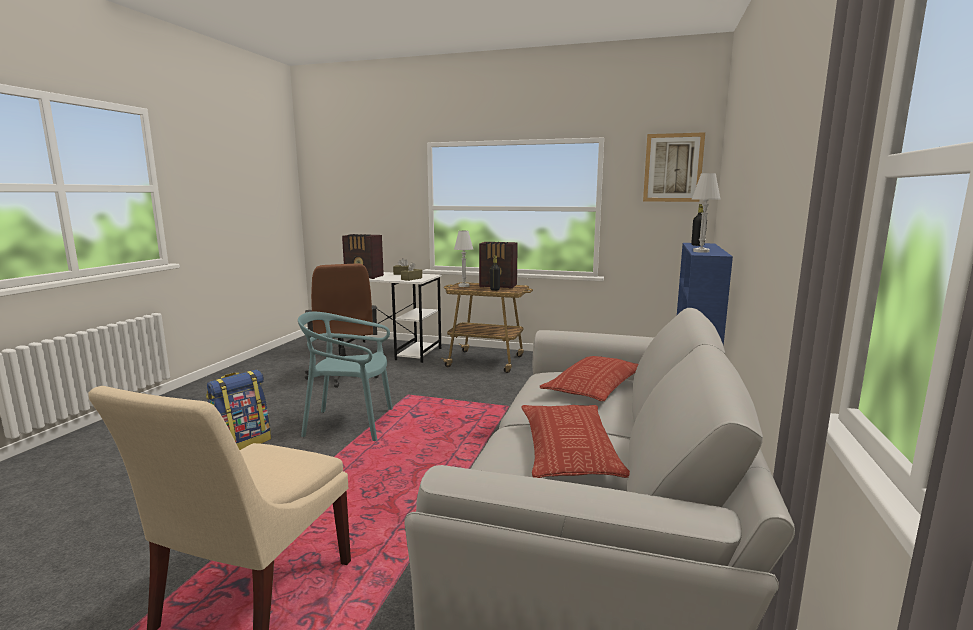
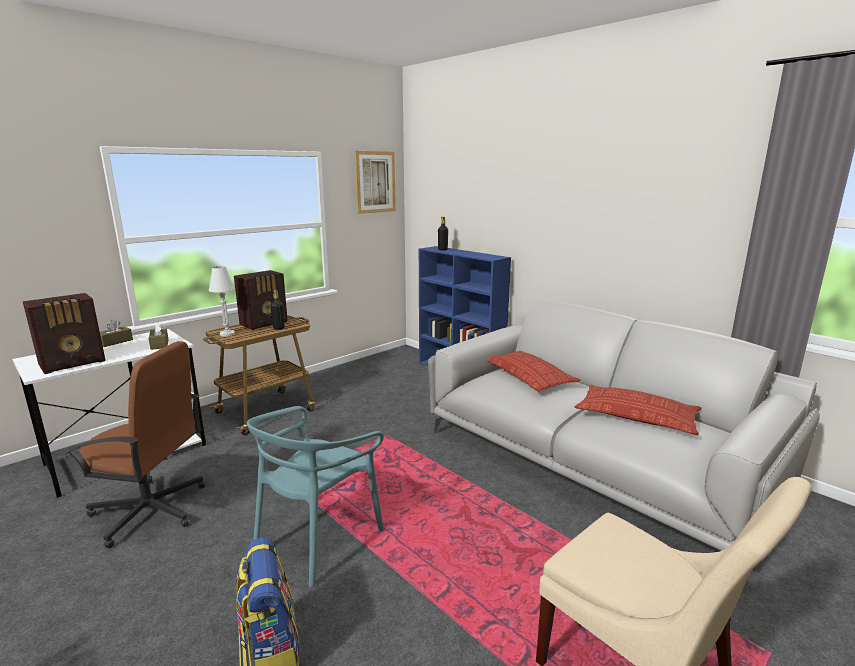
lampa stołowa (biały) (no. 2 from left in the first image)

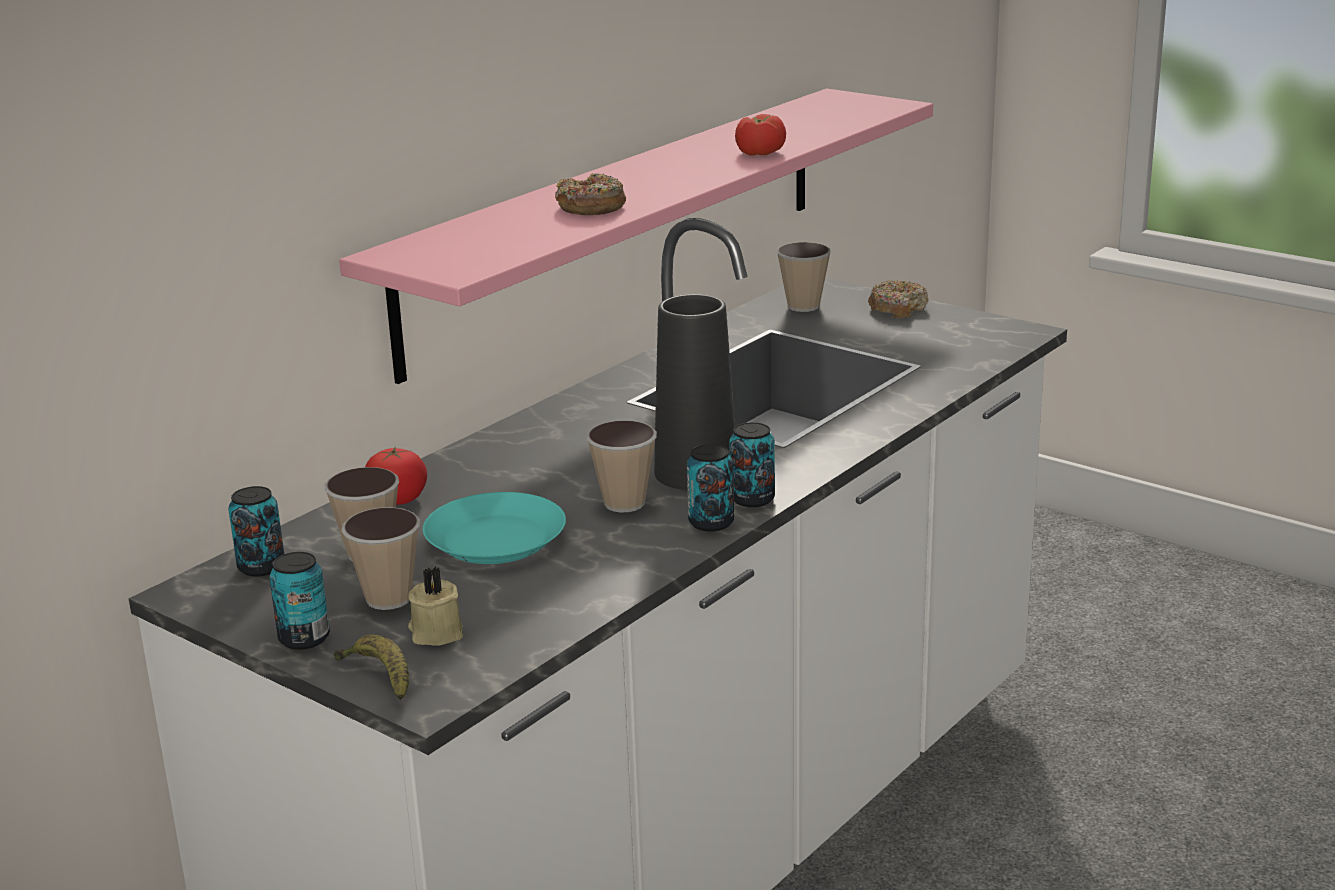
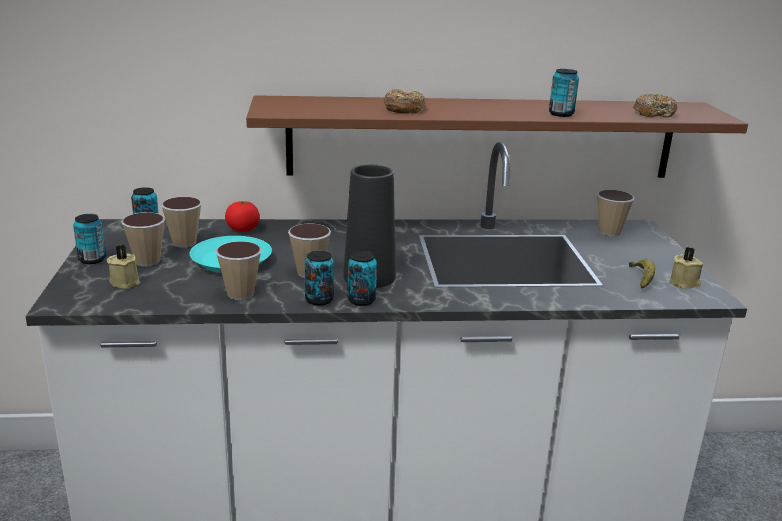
filiżanka (no. 3 from left)
półka (brązowy)
puszka (no. 5 from left)
banan
donut (no. 2 from left)
świeca (beżowy) (no. 2 from left)

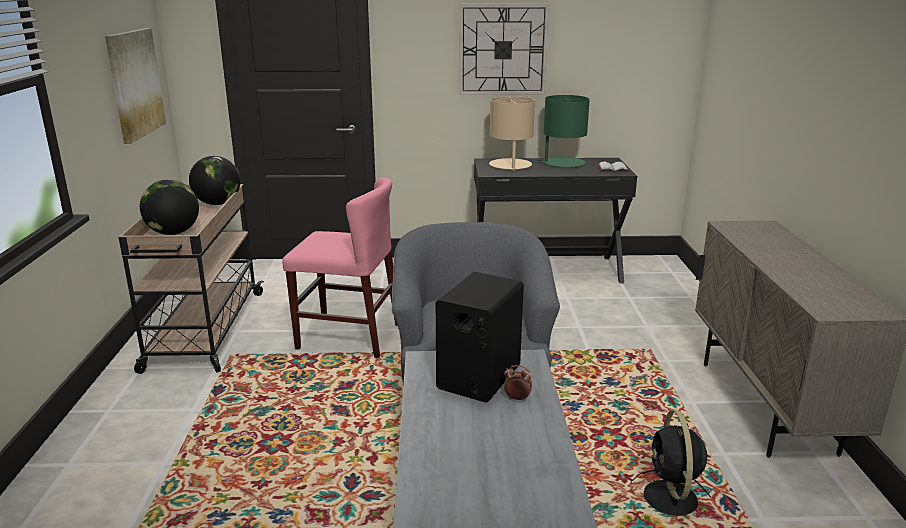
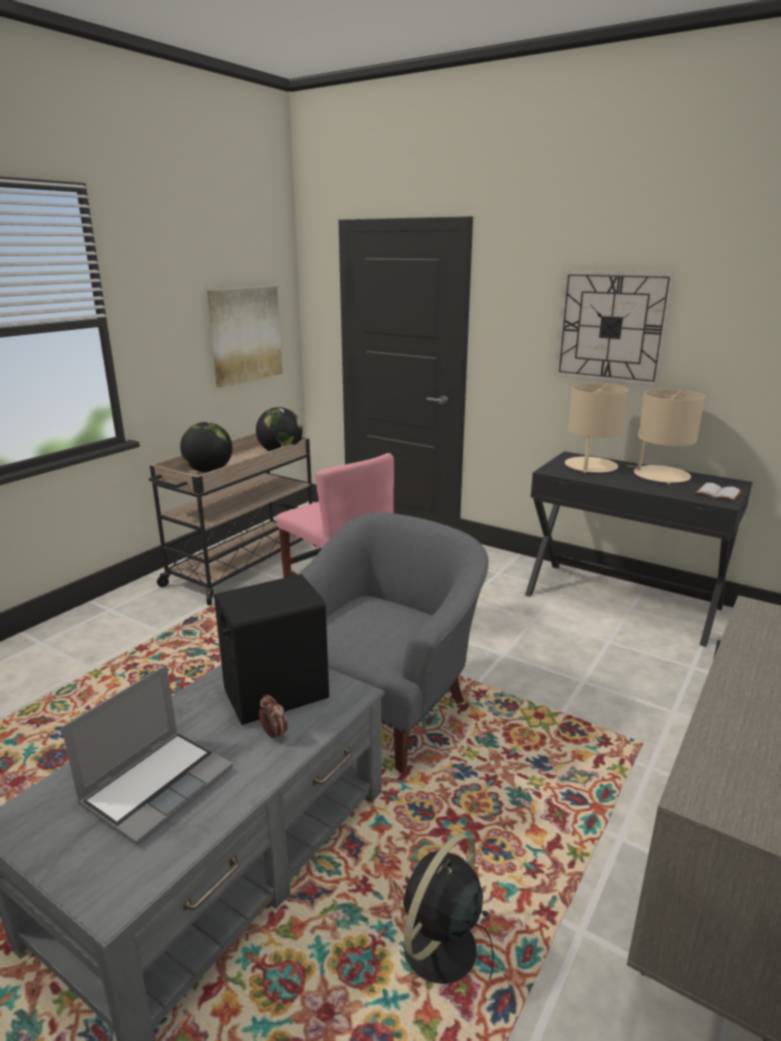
laptop
lampa stołowa (beżowy) (no. 2 from left)

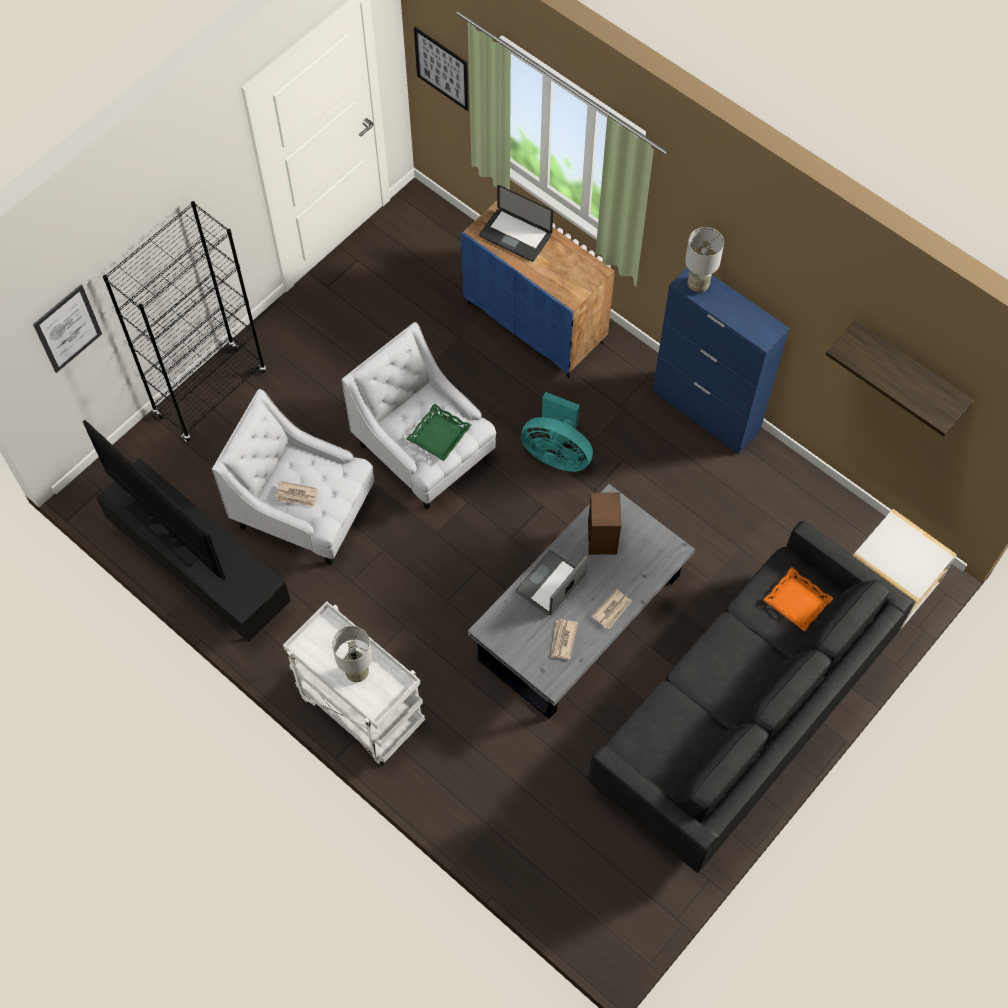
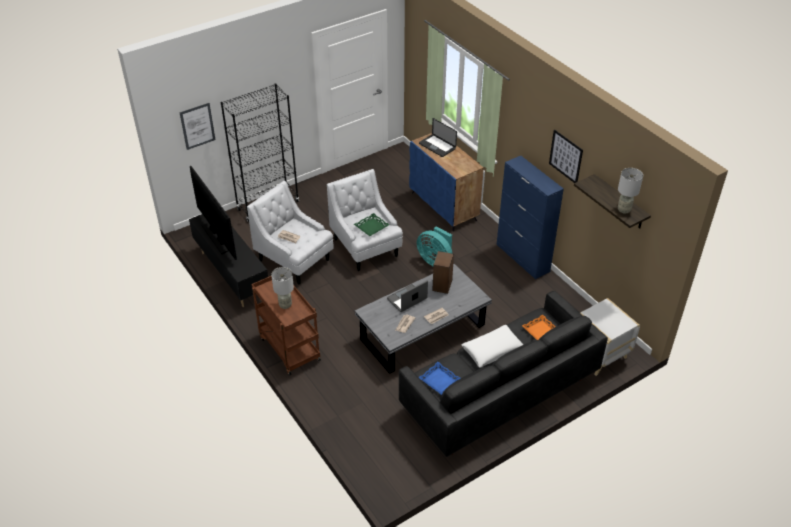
wózek (brązowy)
taca (niebieski)
poduszka (biały)
obraz (no. 2 from left)
lampa stołowa (szary) (no. 2 from left)

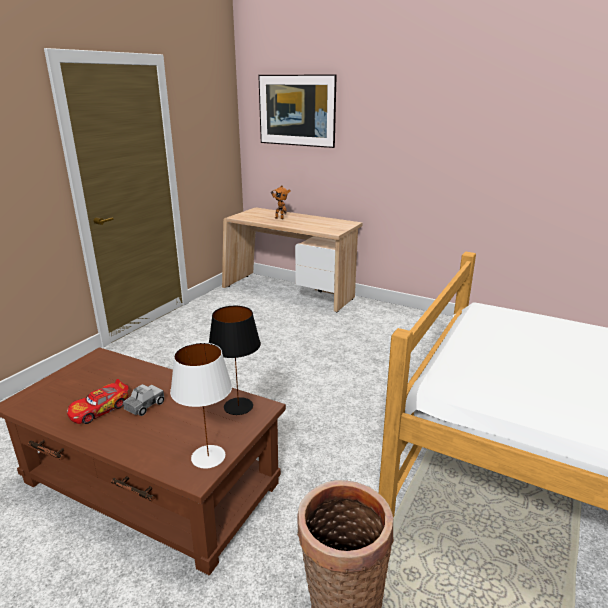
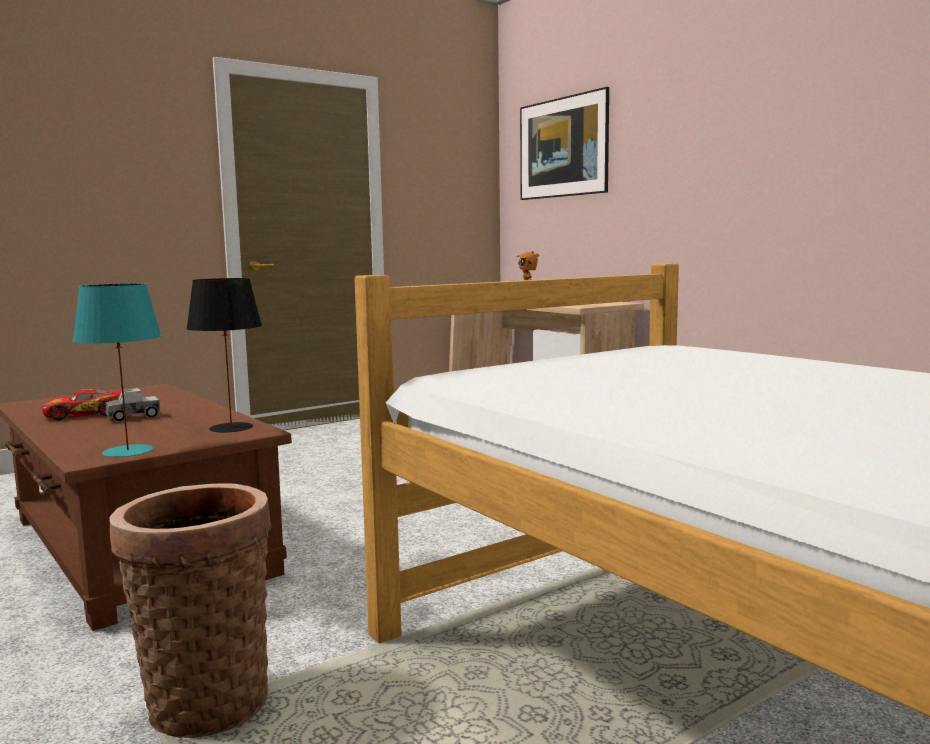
lampa stołowa (turkusowy)

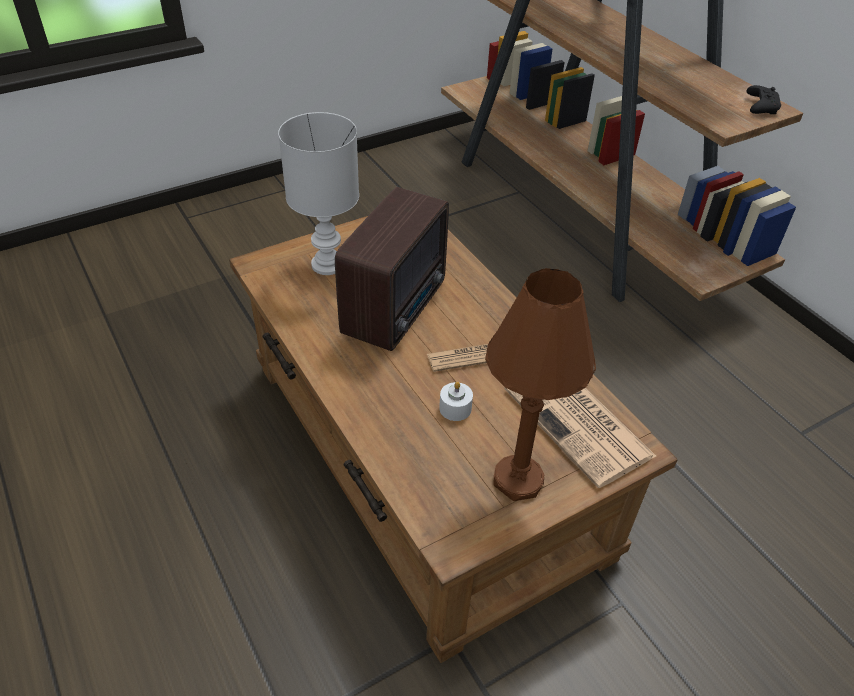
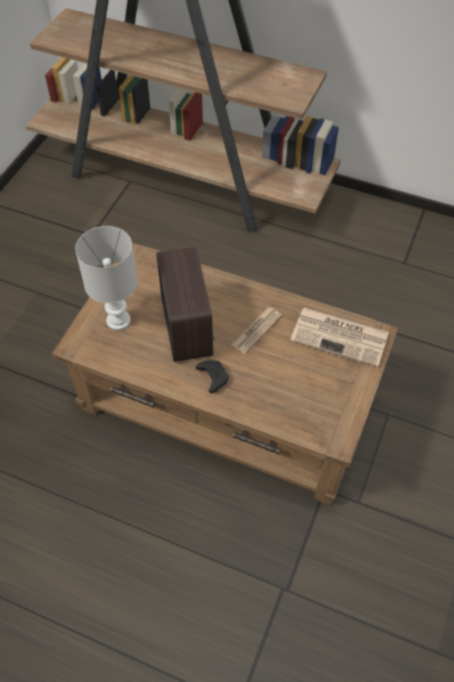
pad do gier (czarny)
świeca (biały)
lampa stołowa (brązowy)

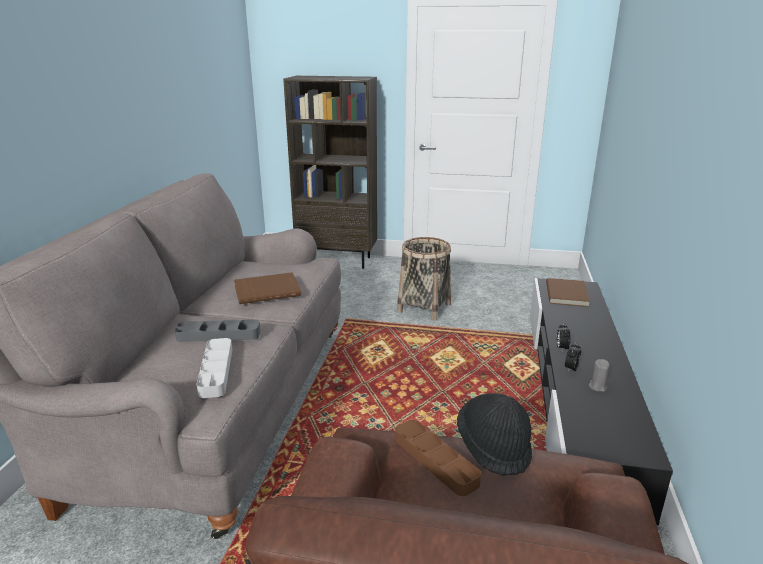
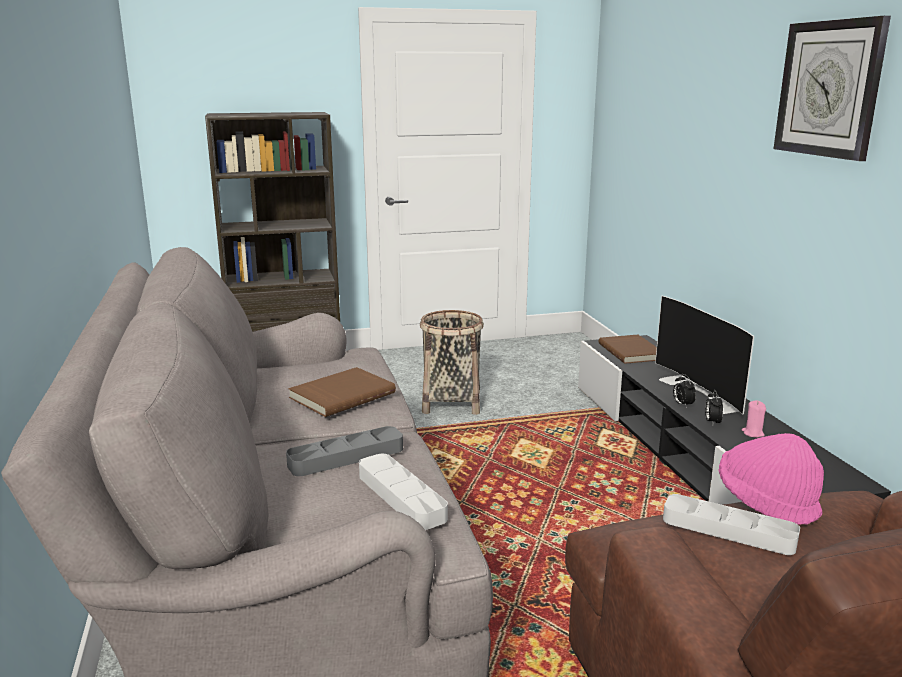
telewizor
taca (szary) (no. 3 from left)
kapelusz (różowy)
świeca (różowy)
zegar ścienny

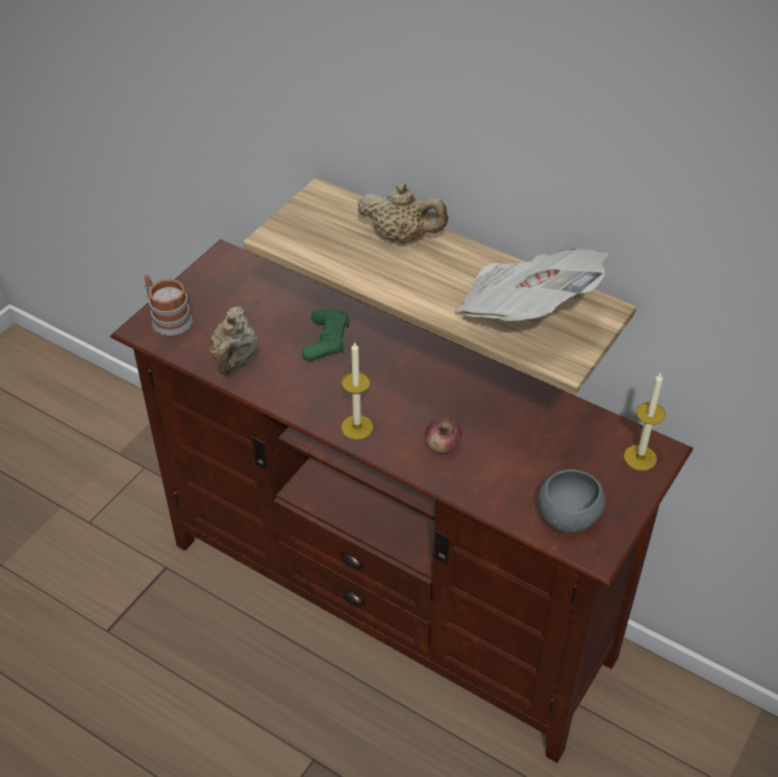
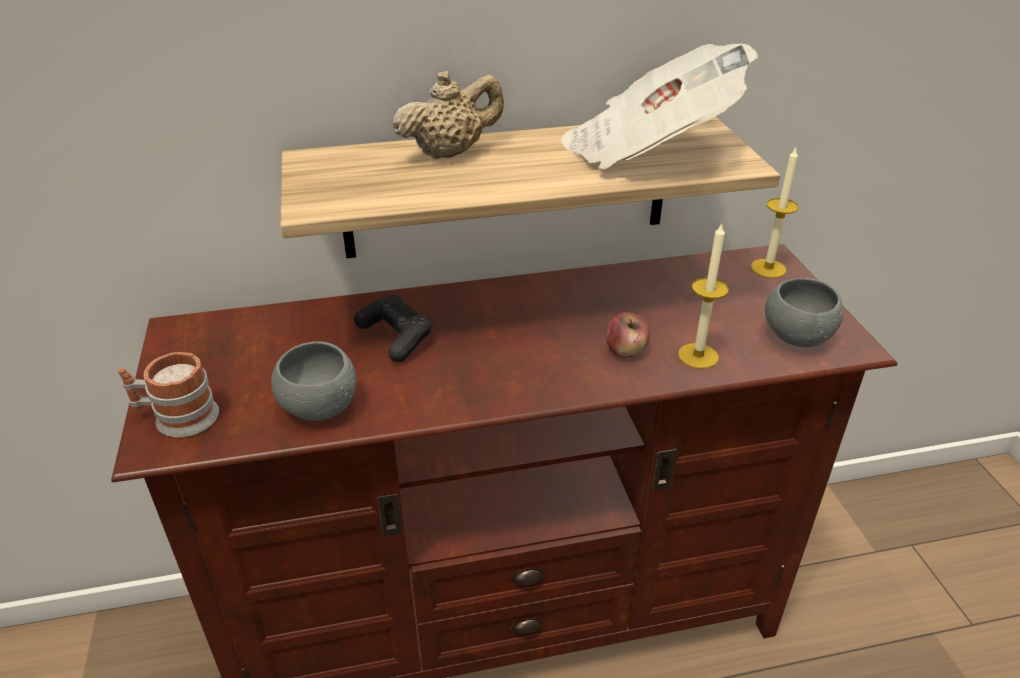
miska (szary) (no. 1 from left)
pad do gier (czarny)
świeca (no. 1 from left)

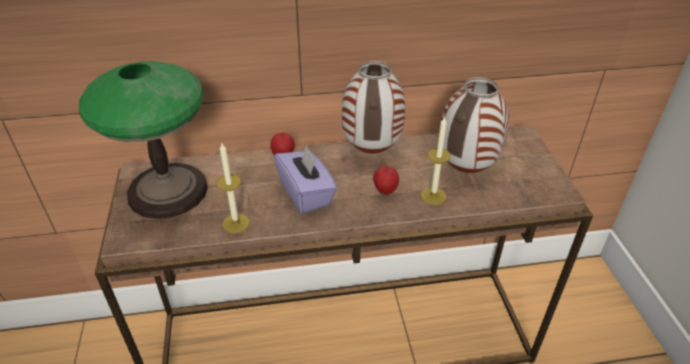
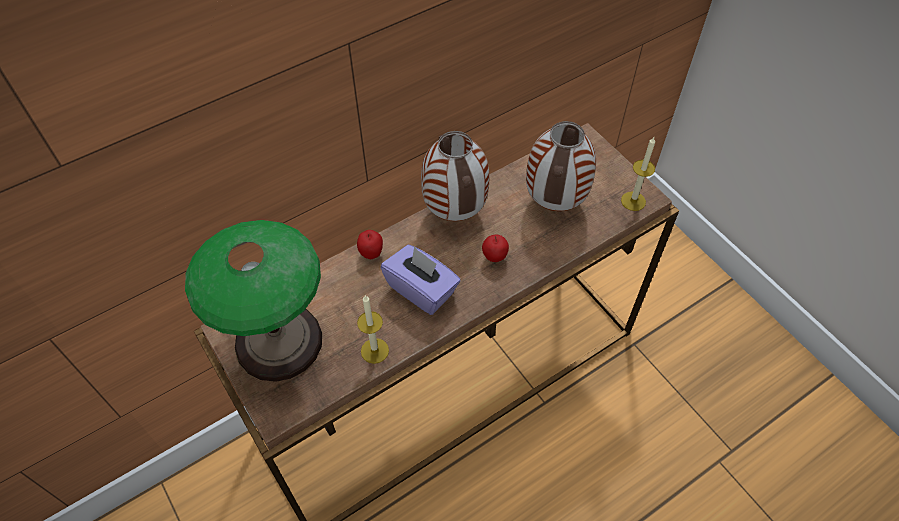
świeca (no. 2 from left)

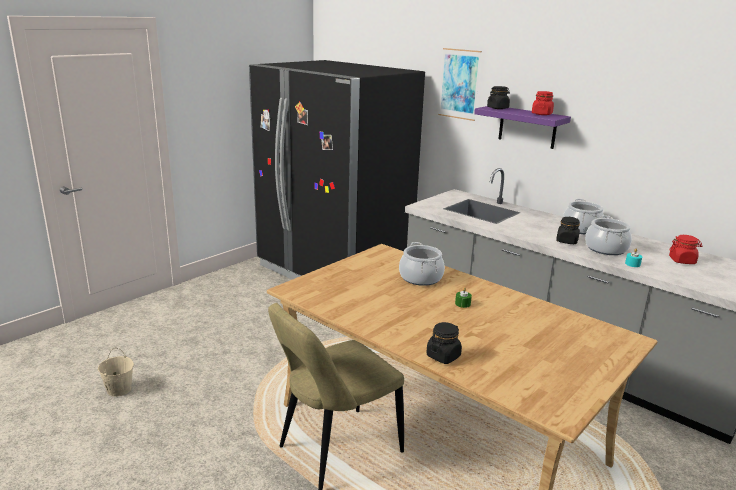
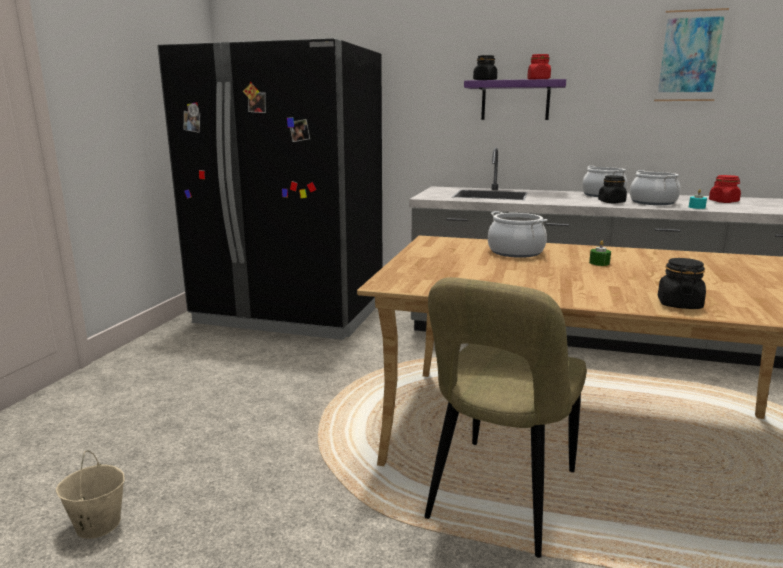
obraz

